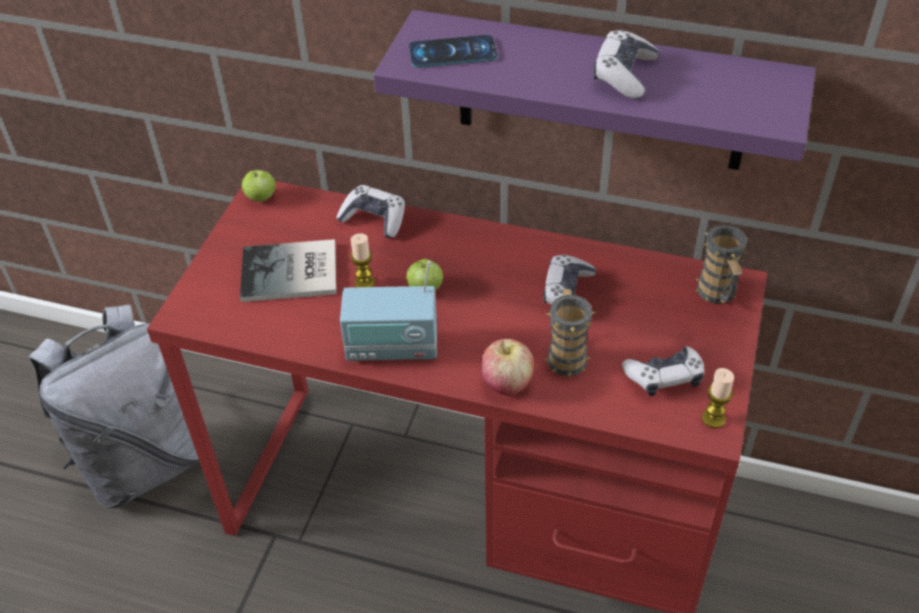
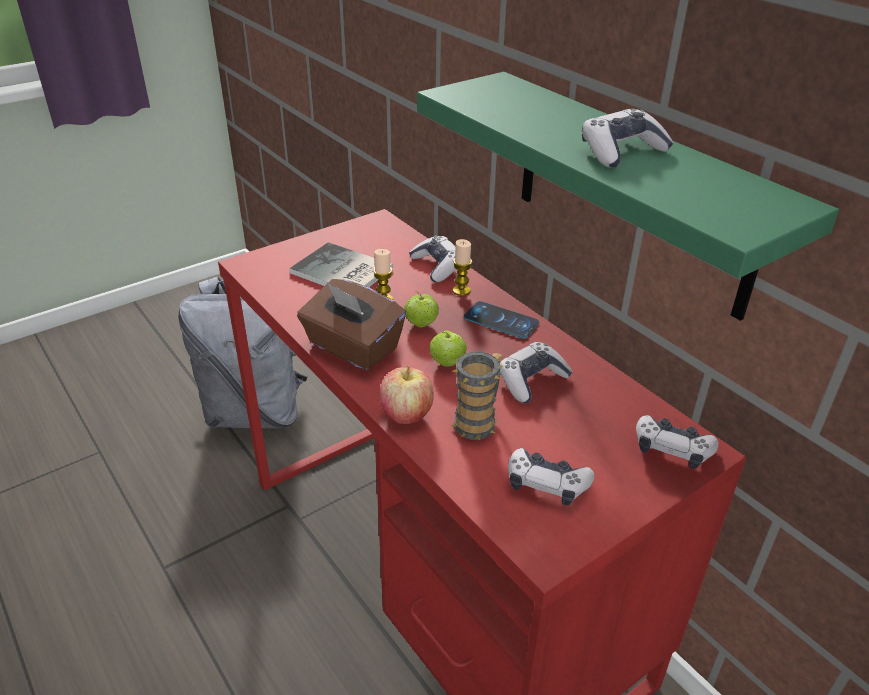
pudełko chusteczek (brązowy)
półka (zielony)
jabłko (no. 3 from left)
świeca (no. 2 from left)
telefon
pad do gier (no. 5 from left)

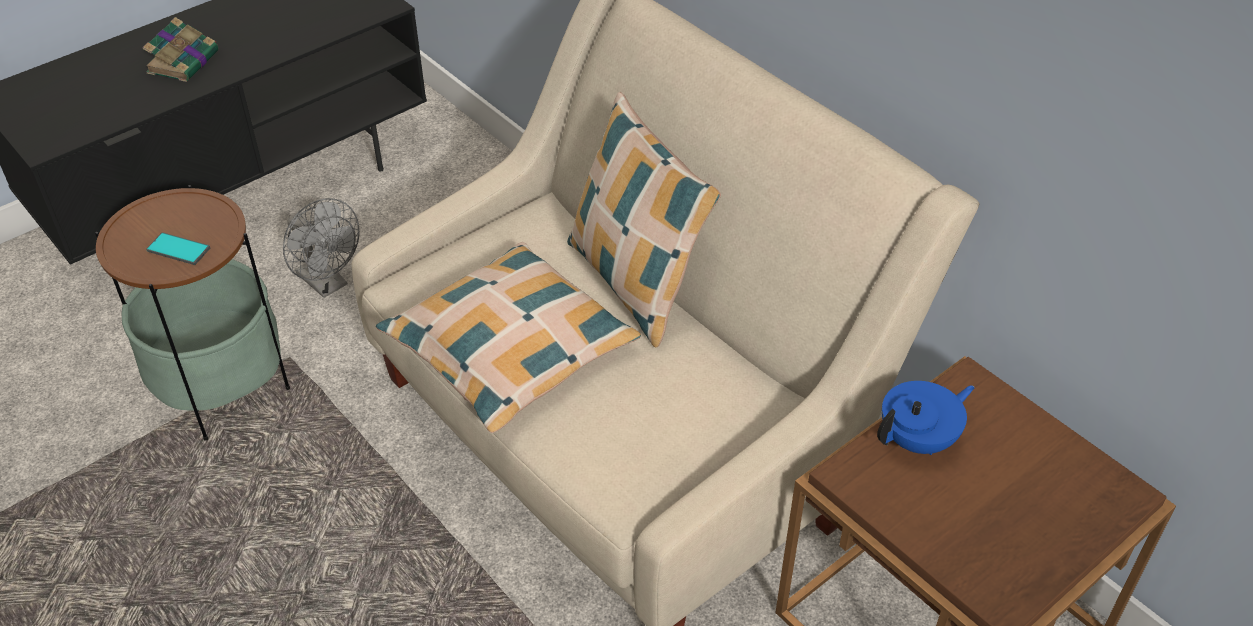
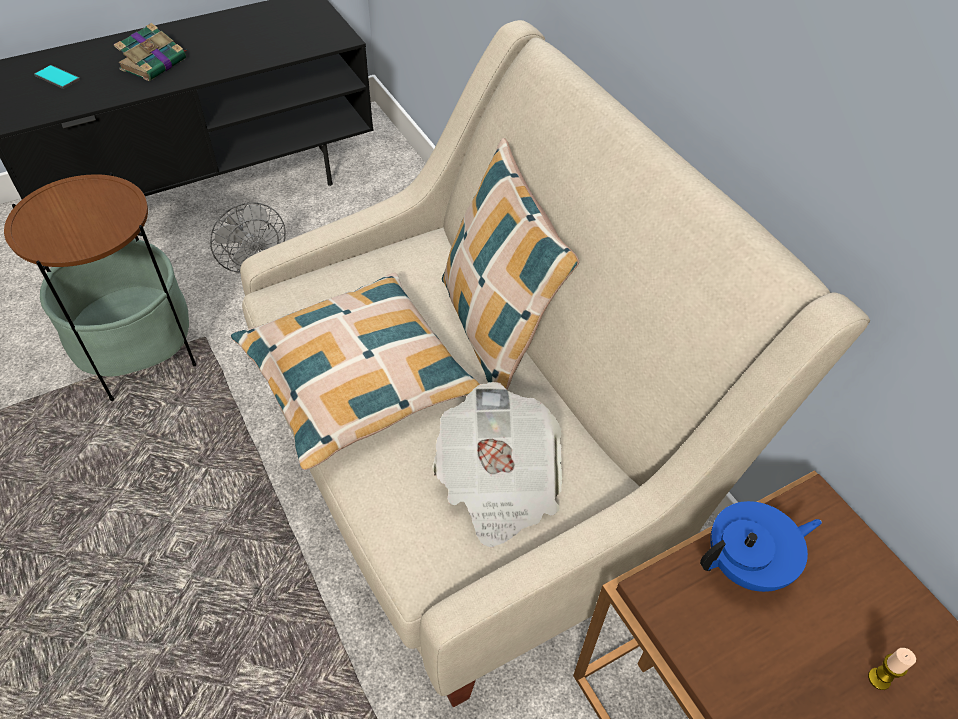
telefon
gazeta
świeca

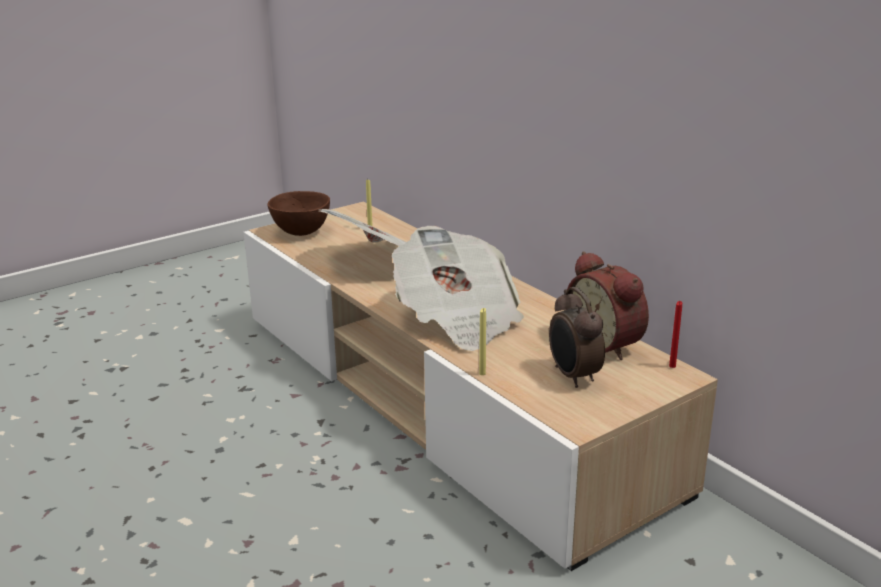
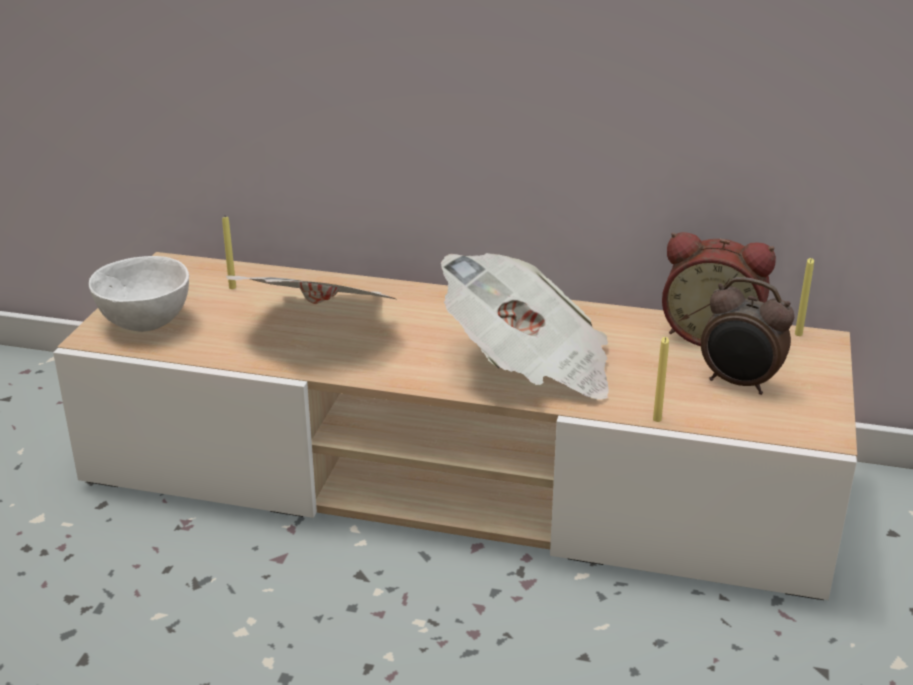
miska (biały)
świeca (żółty) (no. 3 from left)

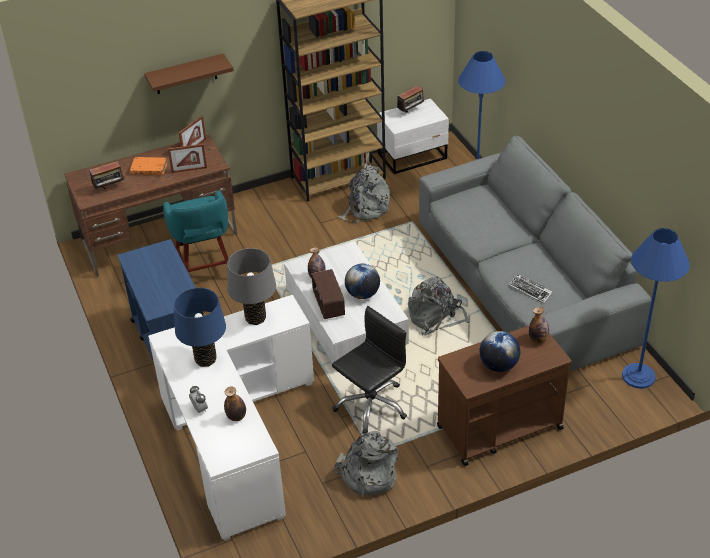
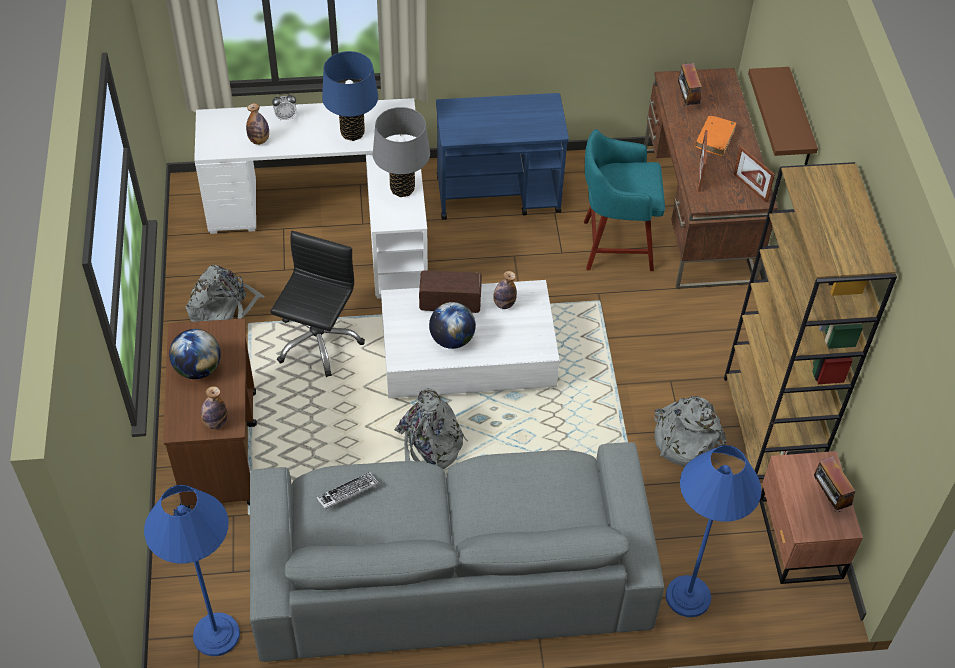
krzesło biurowe (czarny)
szafka nocna (brązowy)

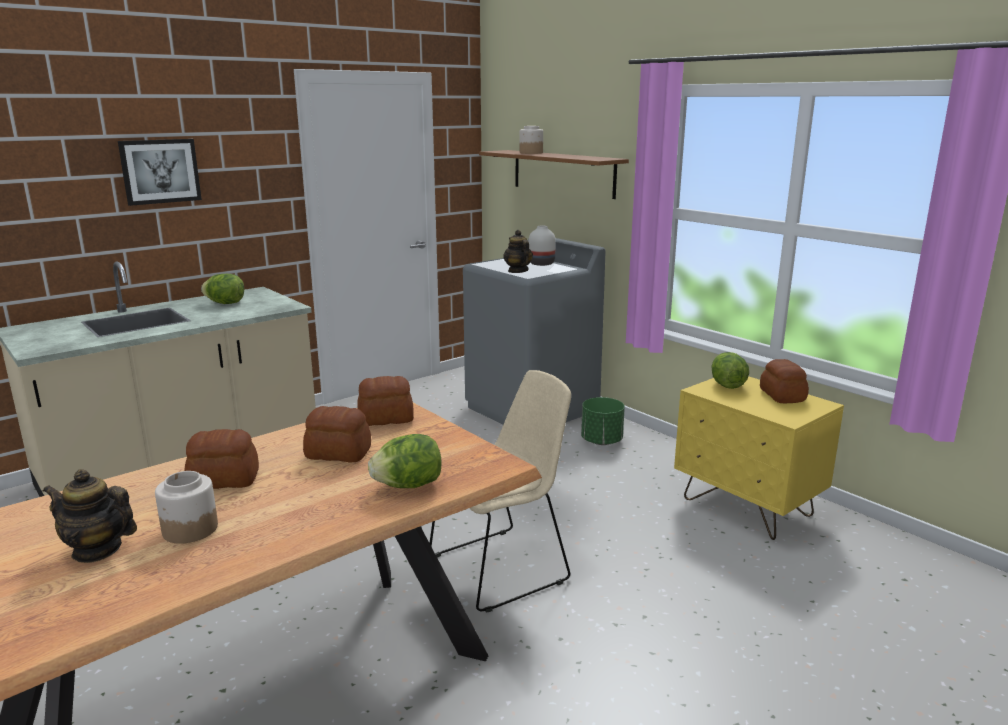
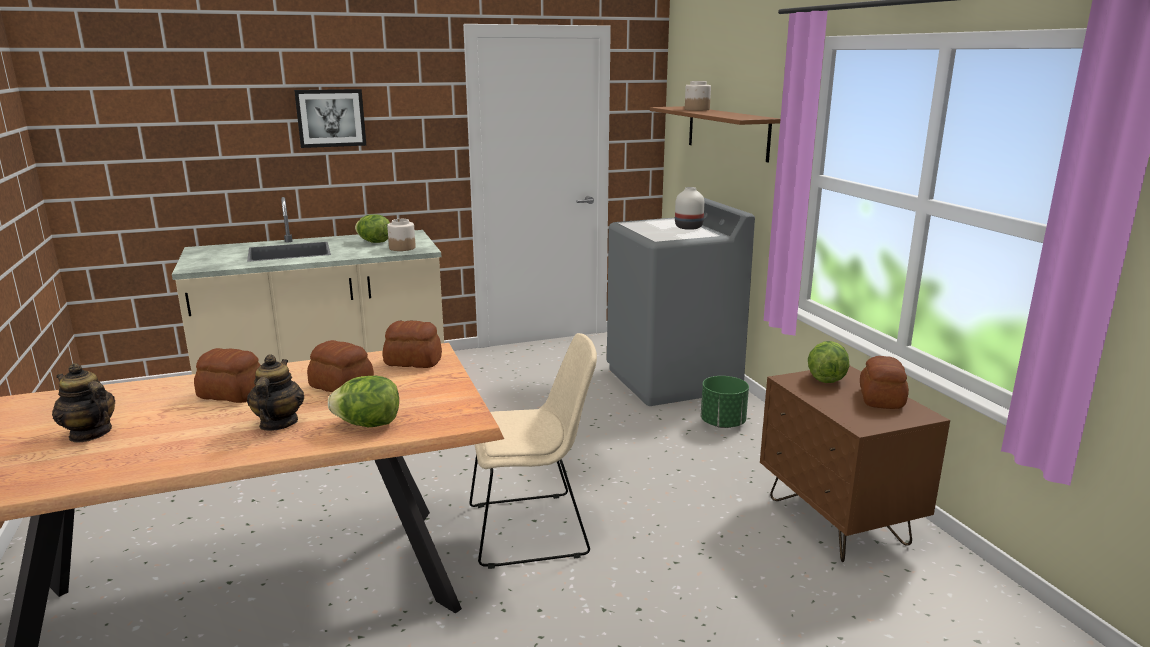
imbryk (no. 2 from left)
słoik (no. 1 from left)
szafka nocna (brązowy)

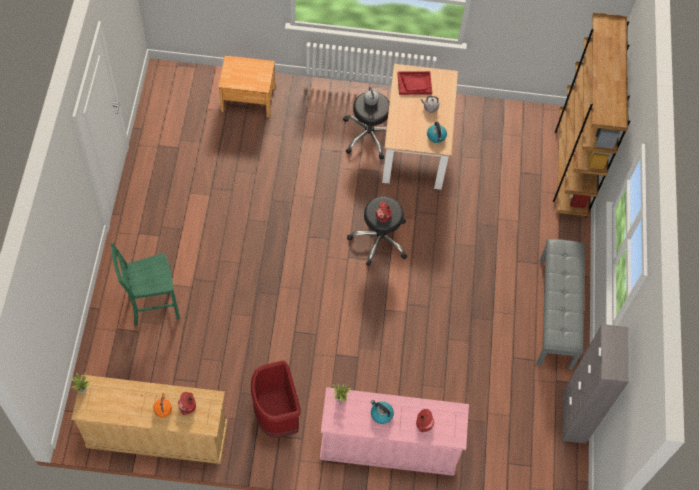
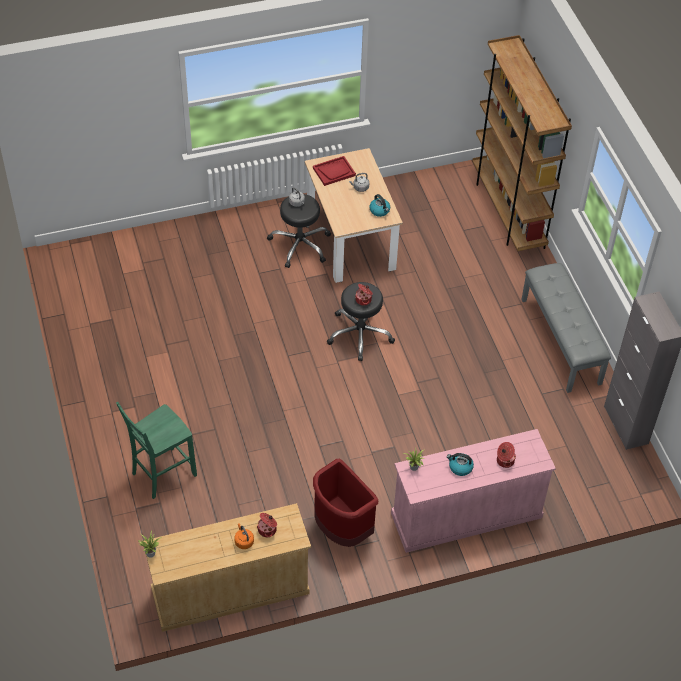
szafka nocna (brązowy)

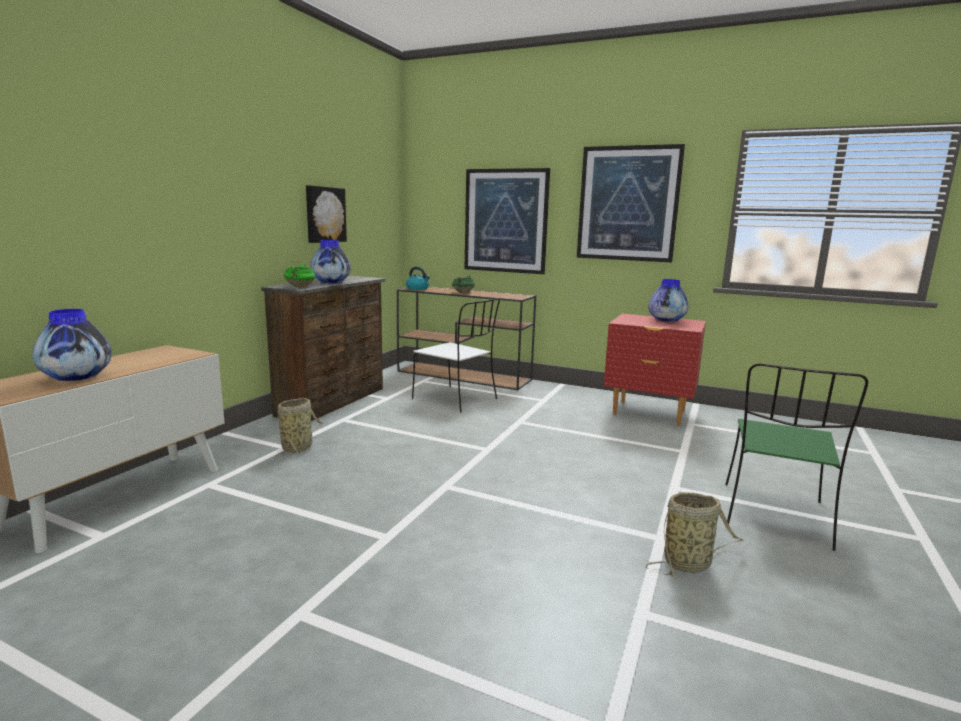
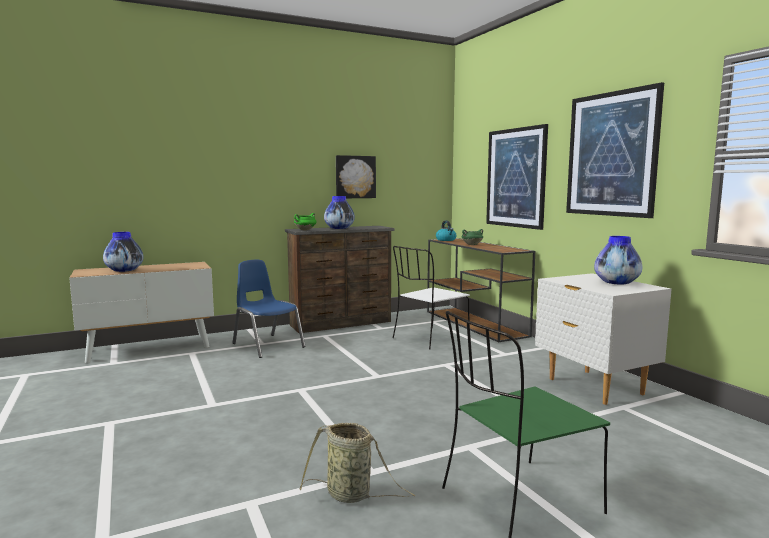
krzesło (niebieski)
krzesło (biały)
szafka nocna (biały)

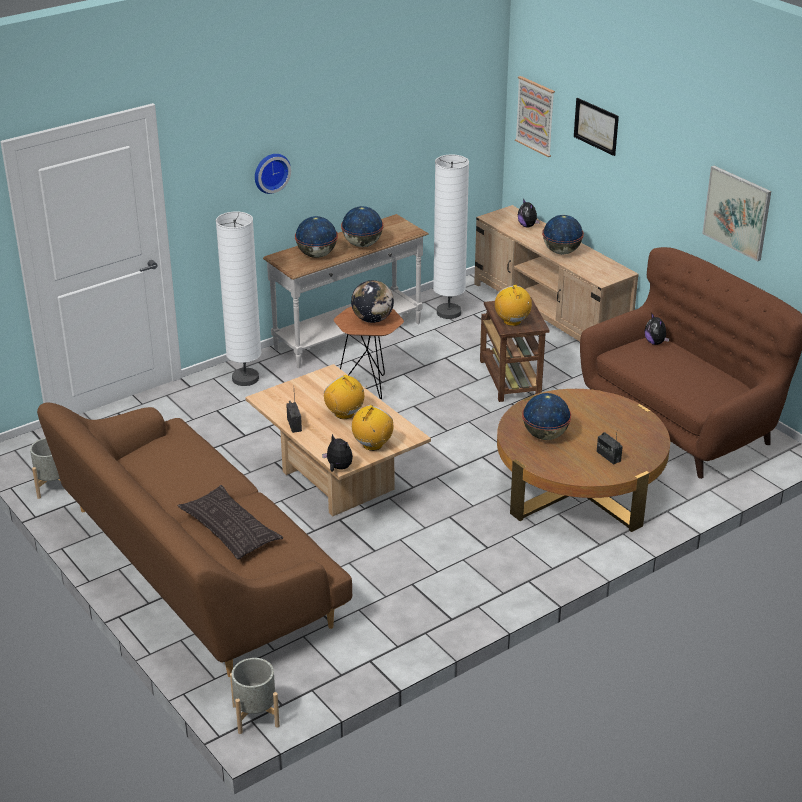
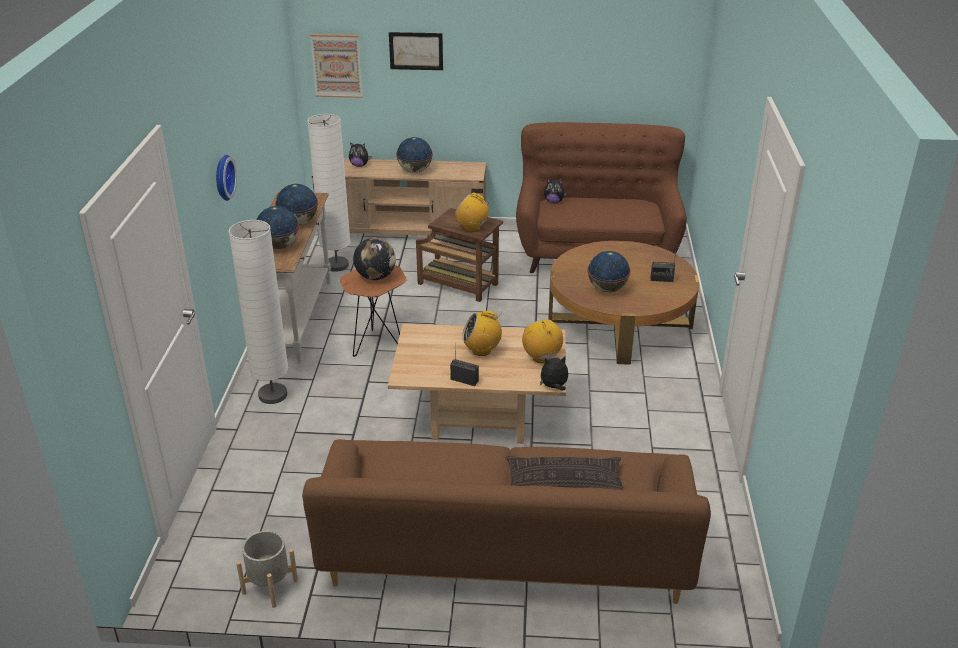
donica (szary) (no. 2 from left in the first image)
obraz (no. 3 from left in the first image)

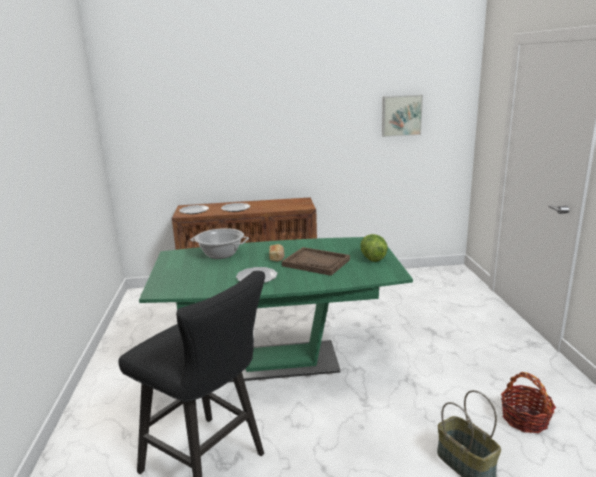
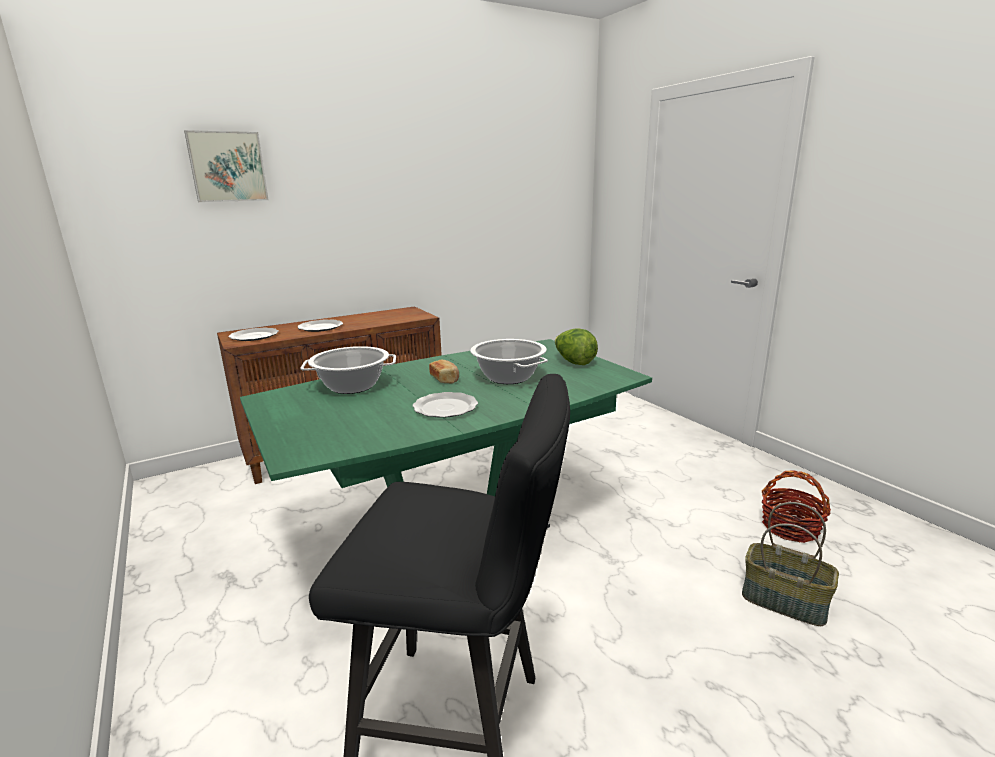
obraz
garnek (no. 2 from left)

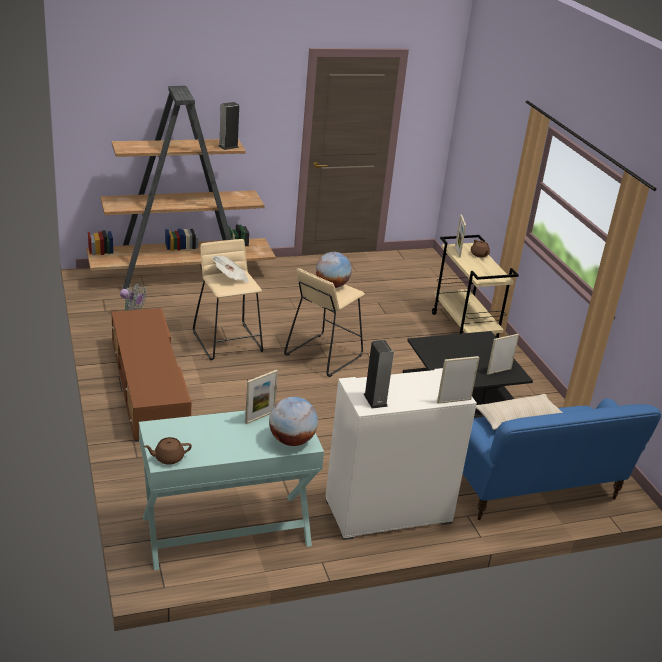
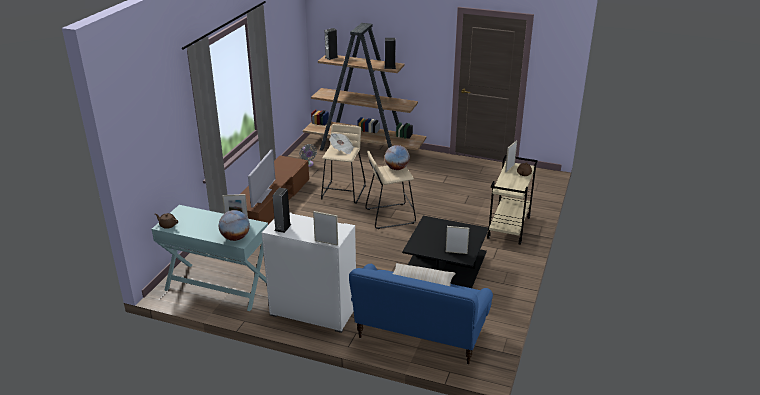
telewizor
głośnik (no. 2 from left)

